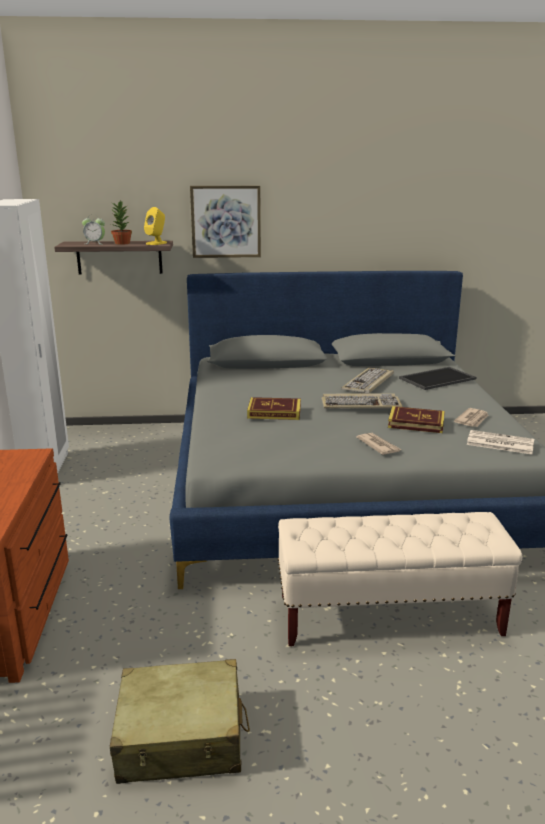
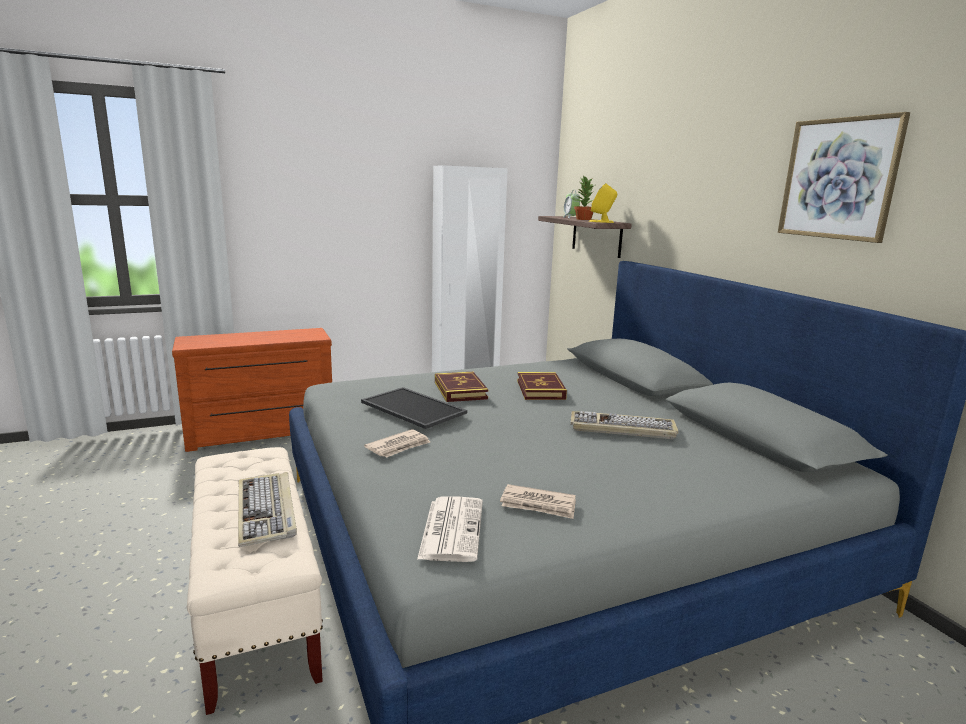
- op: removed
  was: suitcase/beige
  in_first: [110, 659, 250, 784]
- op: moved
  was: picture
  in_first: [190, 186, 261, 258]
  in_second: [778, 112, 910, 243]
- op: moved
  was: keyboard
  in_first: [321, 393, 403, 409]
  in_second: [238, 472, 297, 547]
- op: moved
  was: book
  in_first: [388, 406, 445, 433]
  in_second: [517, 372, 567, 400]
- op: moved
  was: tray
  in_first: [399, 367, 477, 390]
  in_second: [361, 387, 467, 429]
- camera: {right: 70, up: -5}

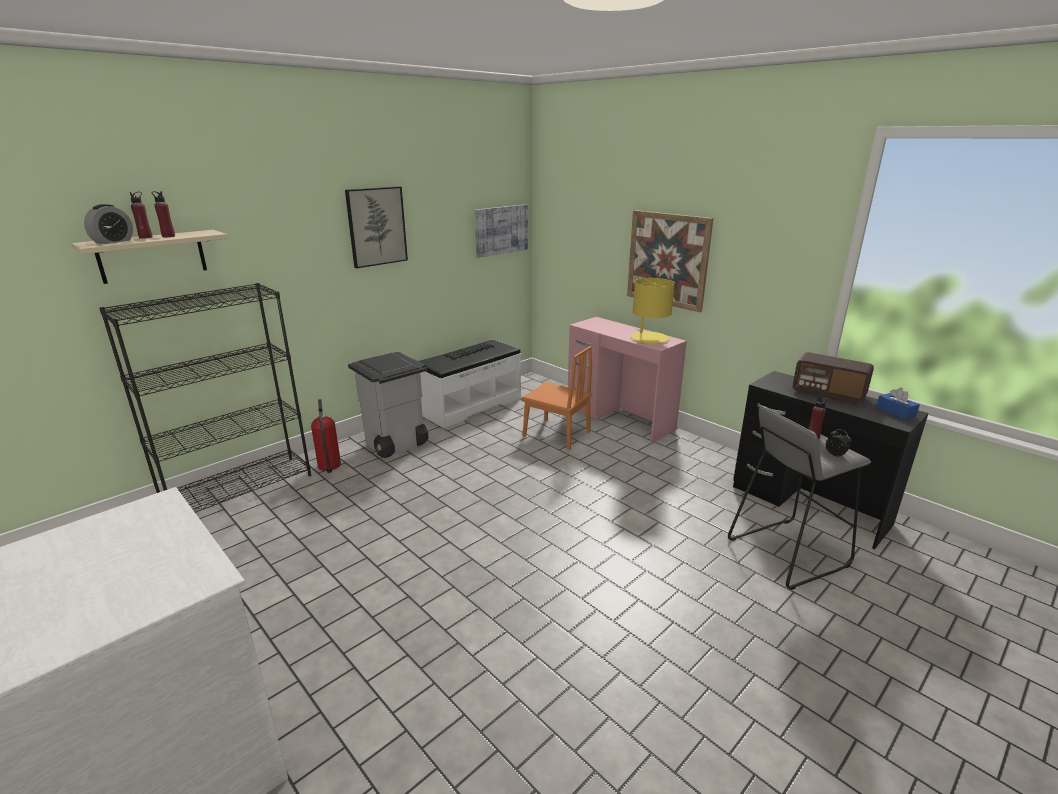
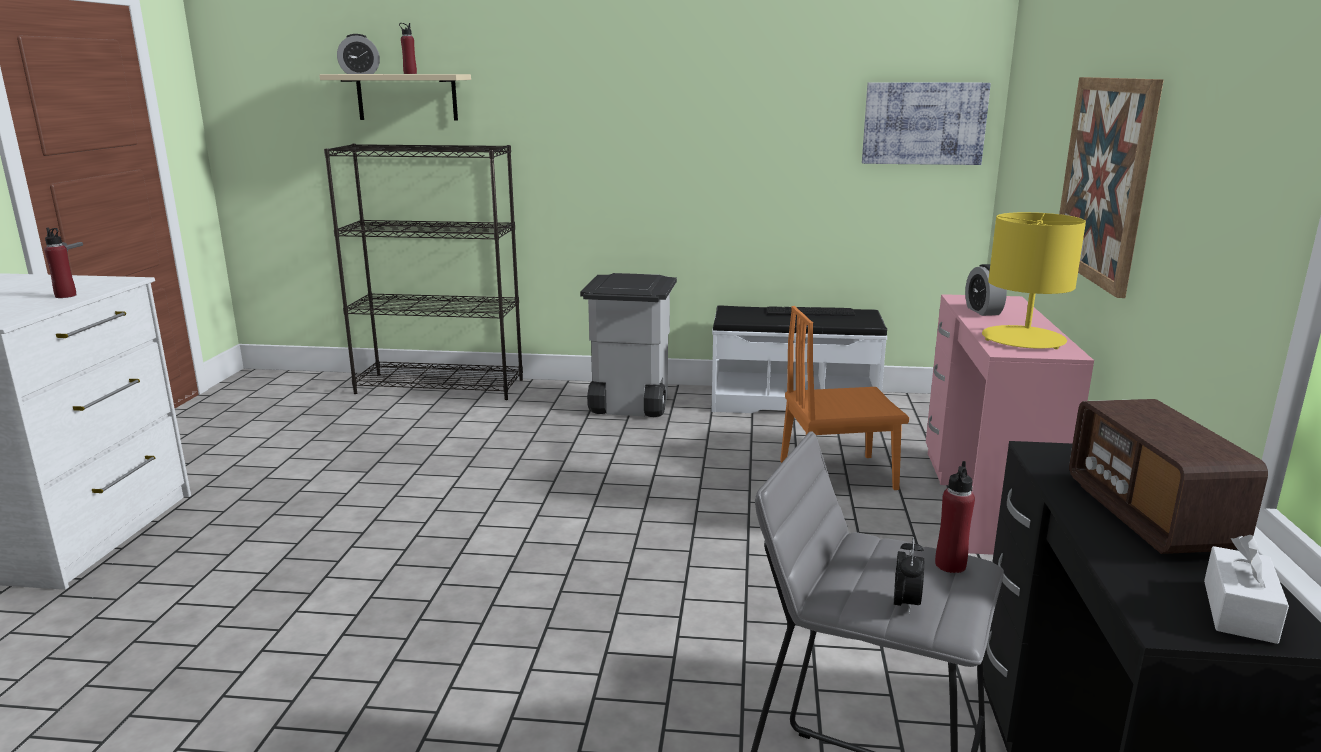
- op: moved
  was: bottle/red
  in_first: [130, 192, 152, 239]
  in_second: [44, 227, 77, 298]
- op: removed
  was: fire extinguisher
  in_first: [311, 399, 341, 473]
- op: removed
  was: picture
  in_first: [345, 186, 408, 268]
- op: turned
  was: chair/orange
  in_first: [521, 346, 592, 450]
  in_second: [780, 306, 909, 490]
  clockwise: 90
- op: recoloured
  was: tissue box/blue
  now: tissue box/white
  in_first: [876, 388, 920, 420]
  in_second: [1204, 535, 1289, 644]
- op: added
  now: alarm clock
  in_second: [965, 264, 1007, 316]
- camera: {right: 50, up: -5}

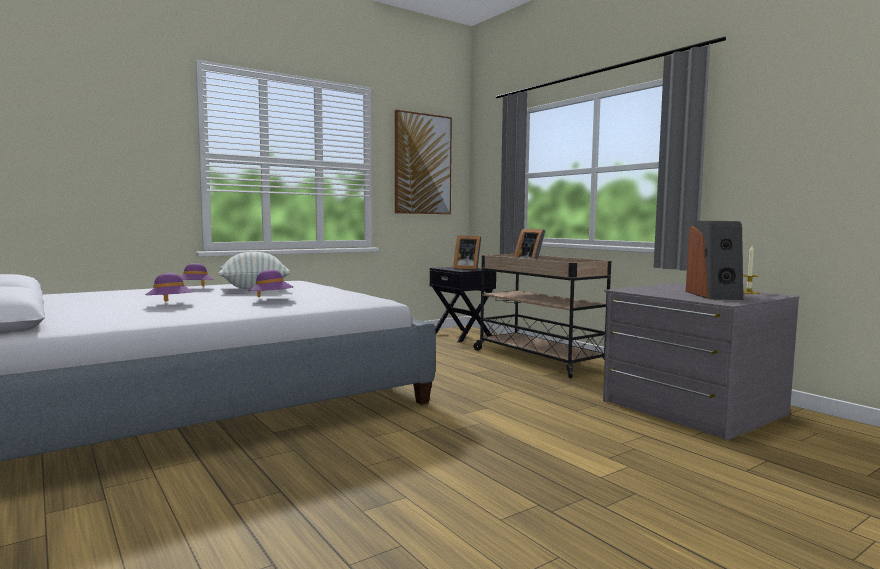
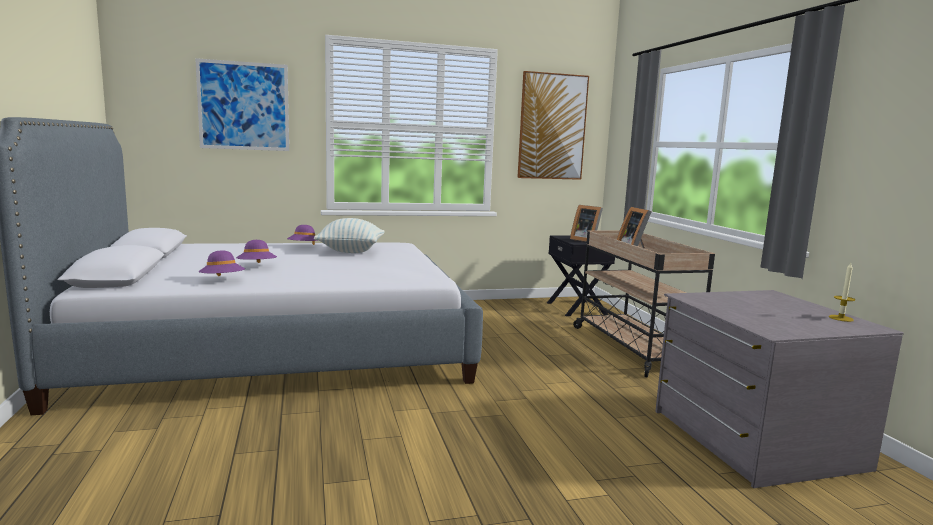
- op: moved
  was: hat/purple
  in_first: [249, 269, 294, 298]
  in_second: [199, 250, 245, 276]
- op: removed
  was: speaker
  in_first: [686, 221, 743, 300]
- op: added
  now: picture
  in_second: [195, 58, 289, 151]
- camera: {right: 20, up: 5}

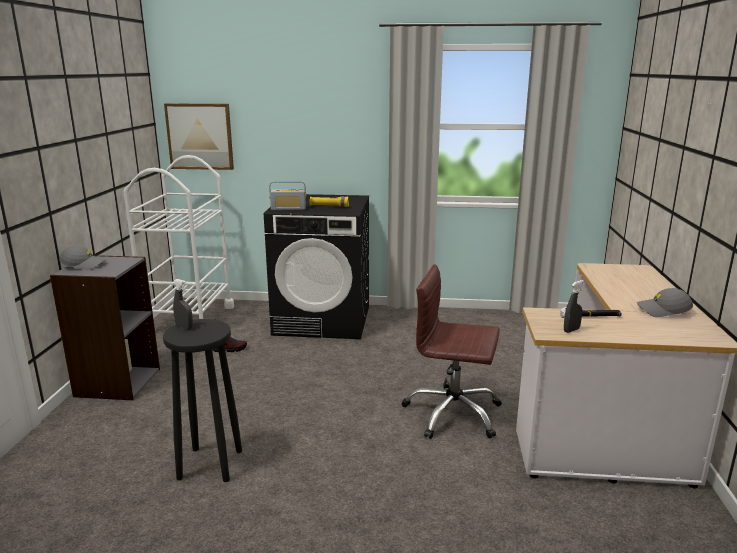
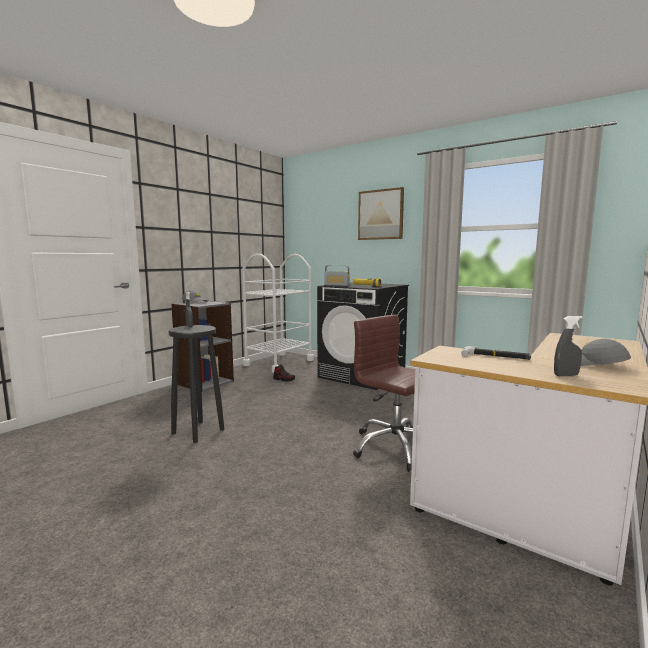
- op: moved
  was: picture
  in_first: [164, 103, 234, 170]
  in_second: [358, 187, 404, 240]
- op: moved
  was: spray bottle/grey
  in_first: [564, 280, 584, 333]
  in_second: [554, 316, 583, 376]
- camera: {right: 30, up: -10}

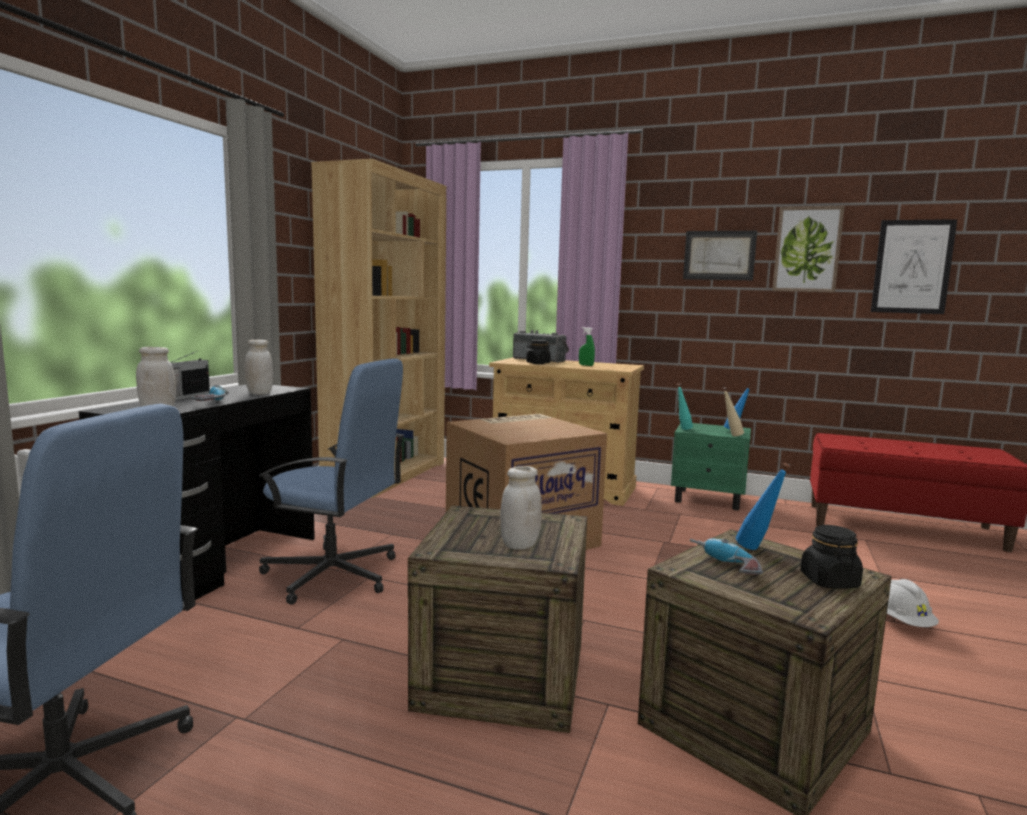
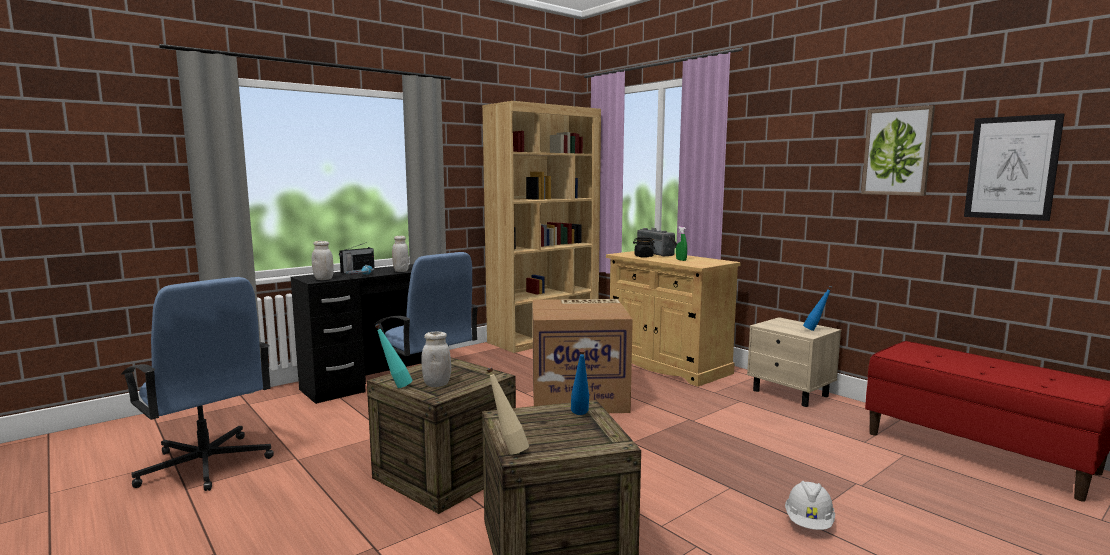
- op: recoloured
  was: nightstand/green
  now: nightstand/beige
  in_first: [671, 423, 751, 510]
  in_second: [747, 317, 841, 407]
- op: moved
  was: bottle/turquoise
  in_first: [677, 383, 693, 430]
  in_second: [375, 324, 412, 388]
- op: removed
  was: picture
  in_first: [683, 231, 757, 280]
- op: removed
  was: power drill
  in_first: [690, 538, 763, 575]
- op: moved
  was: bottle/beige
  in_first: [723, 387, 744, 436]
  in_second: [487, 368, 529, 455]
- op: removed
  was: jar/black
  in_first: [800, 525, 863, 589]
- camera: {right: 30, up: 0}

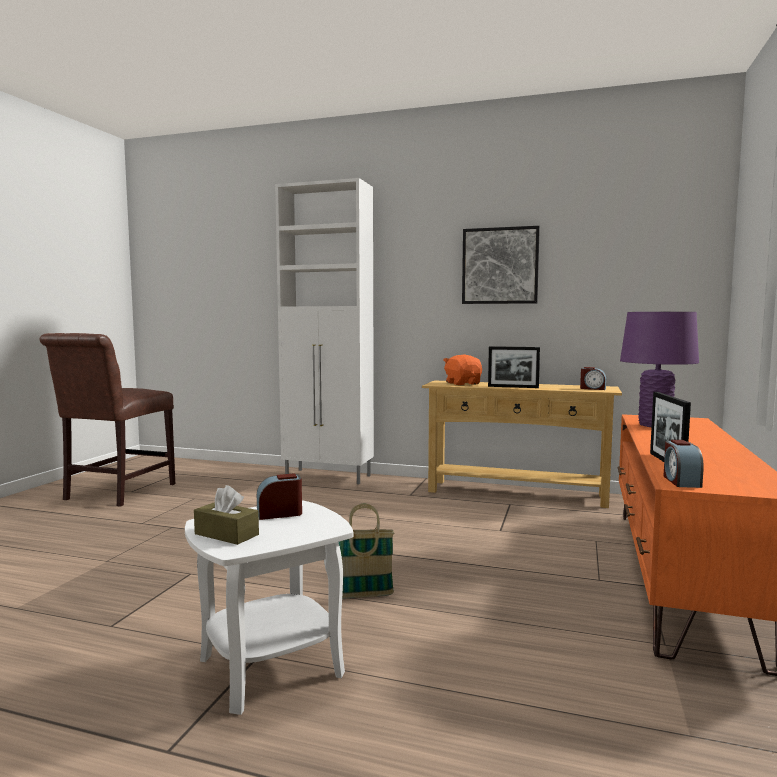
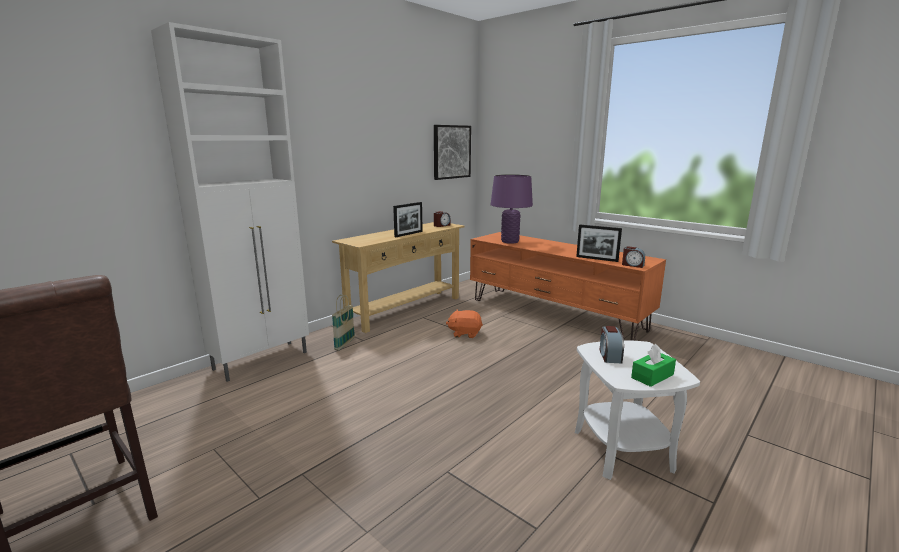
- op: recoloured
  was: tissue box/brown
  now: tissue box/green
  in_first: [194, 485, 259, 545]
  in_second: [631, 344, 676, 387]
- op: moved
  was: basket
  in_first: [339, 504, 394, 599]
  in_second: [332, 295, 355, 350]
- op: moved
  was: plush toy/orange
  in_first: [443, 355, 482, 385]
  in_second: [446, 310, 483, 338]
- op: moved
  was: picture
  in_first: [462, 226, 540, 304]
  in_second: [434, 125, 471, 180]
- camera: {right: -65, up: 10}

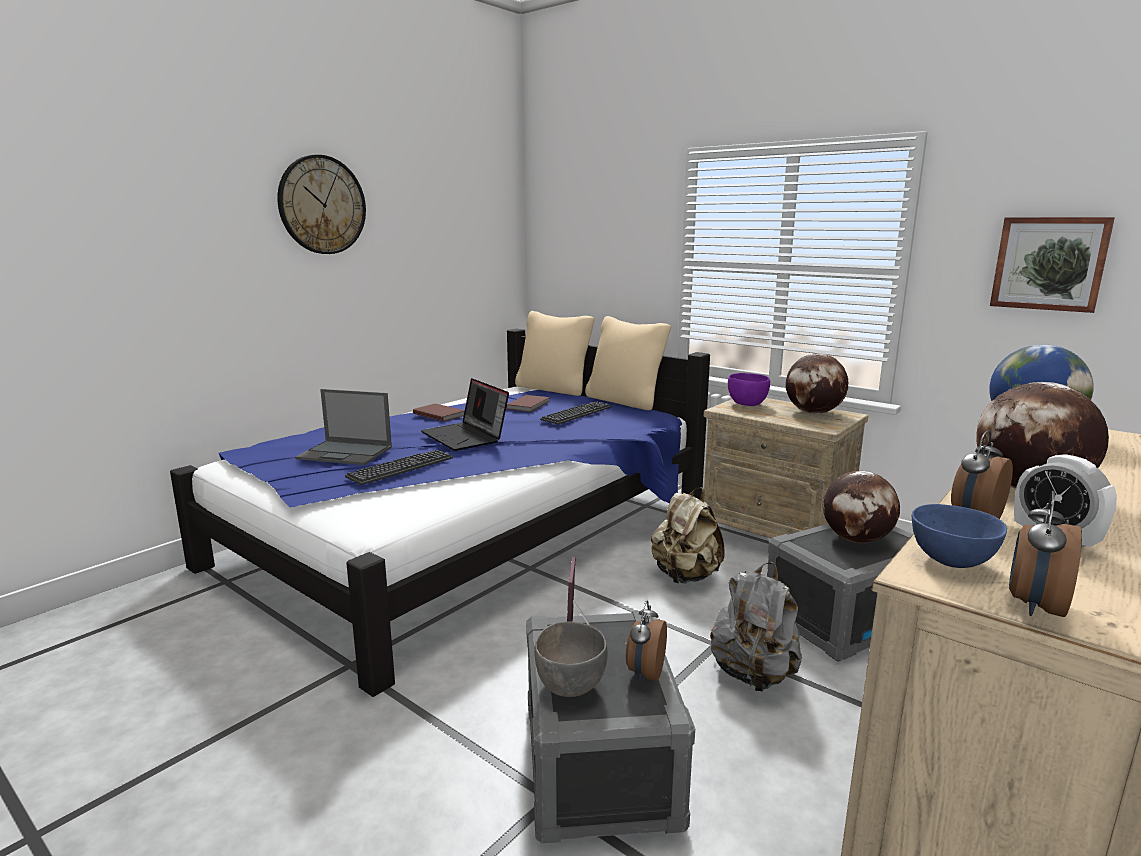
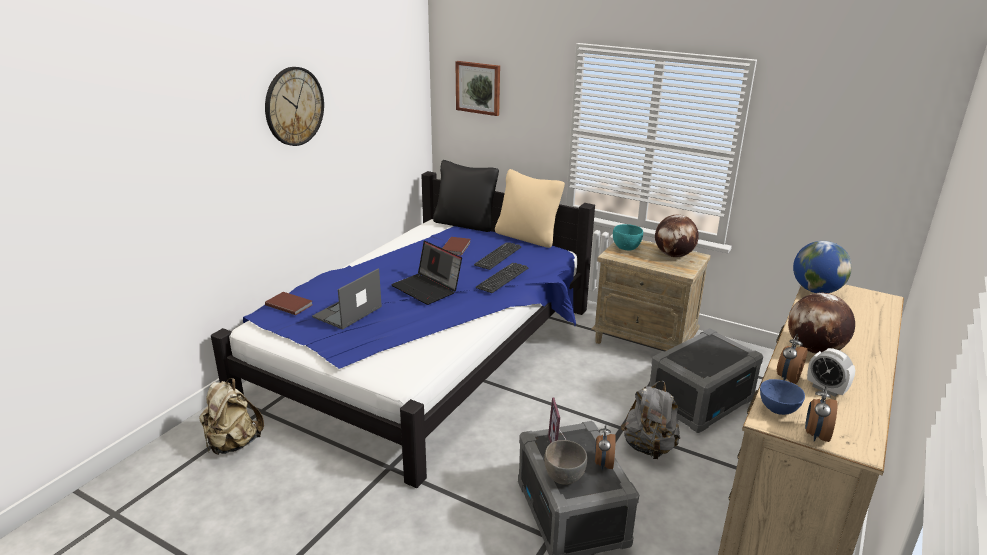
- op: turned
  was: laptop
  in_first: [295, 389, 392, 465]
  in_second: [312, 268, 382, 330]
  clockwise: 120
- op: moved
  was: keyboard
  in_first: [345, 450, 453, 485]
  in_second: [476, 263, 529, 293]
- op: moved
  was: book/brown
  in_first: [413, 403, 465, 422]
  in_second: [265, 292, 313, 315]
- op: recoloured
  was: pillow/beige
  now: pillow/black
  in_first: [515, 311, 595, 396]
  in_second: [433, 160, 499, 232]
- op: moved
  was: backpack/beige
  in_first: [651, 487, 725, 584]
  in_second: [199, 378, 264, 455]
- op: recoloured
  was: bowl/purple
  now: bowl/turquoise
  in_first: [728, 373, 770, 406]
  in_second: [613, 224, 643, 251]
- op: removed
  was: globe
  in_first: [823, 471, 900, 543]
- op: moved
  was: picture
  in_first: [990, 217, 1115, 313]
  in_second: [455, 61, 500, 116]
- camera: {right: -10, up: 10}

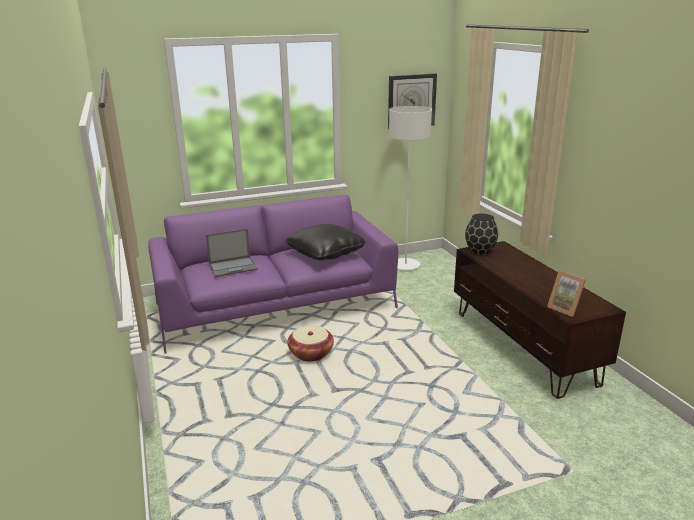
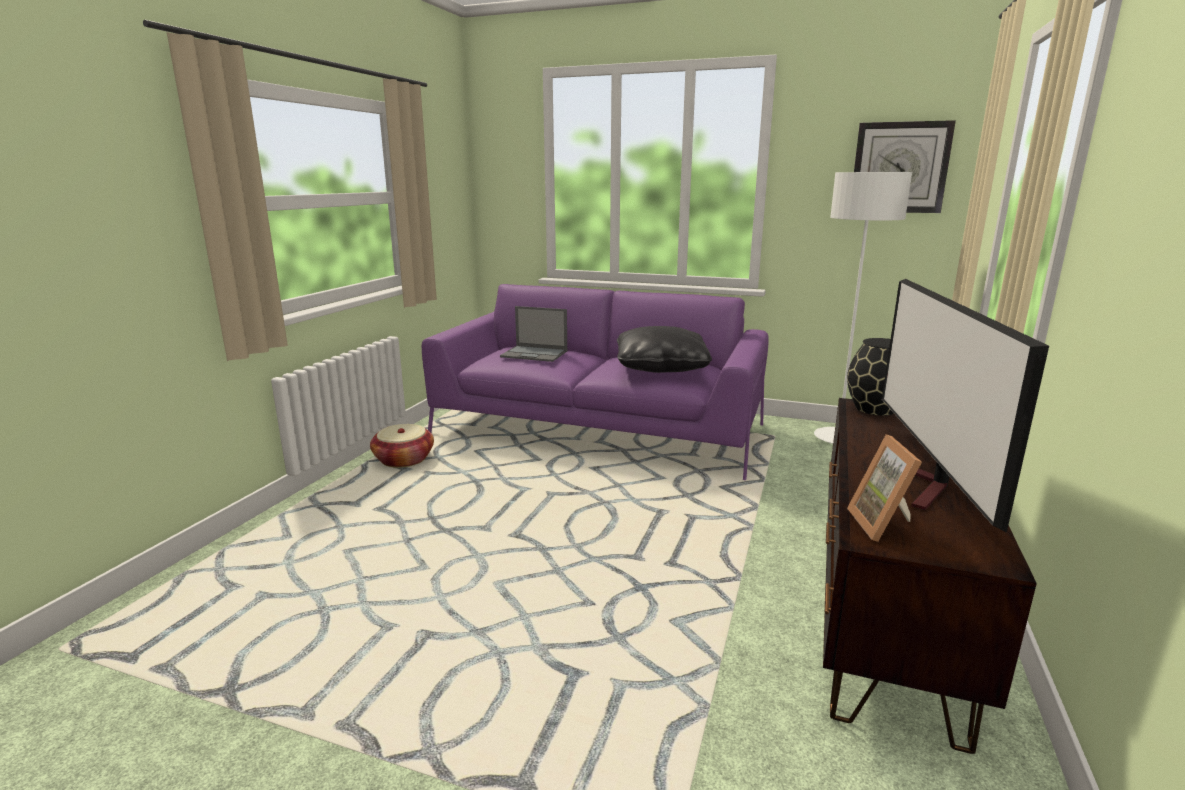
- op: moved
  was: basket
  in_first: [287, 325, 334, 362]
  in_second: [370, 424, 434, 468]
- op: added
  now: television
  in_second: [882, 279, 1049, 533]
- camera: {right: 40, up: -5}

